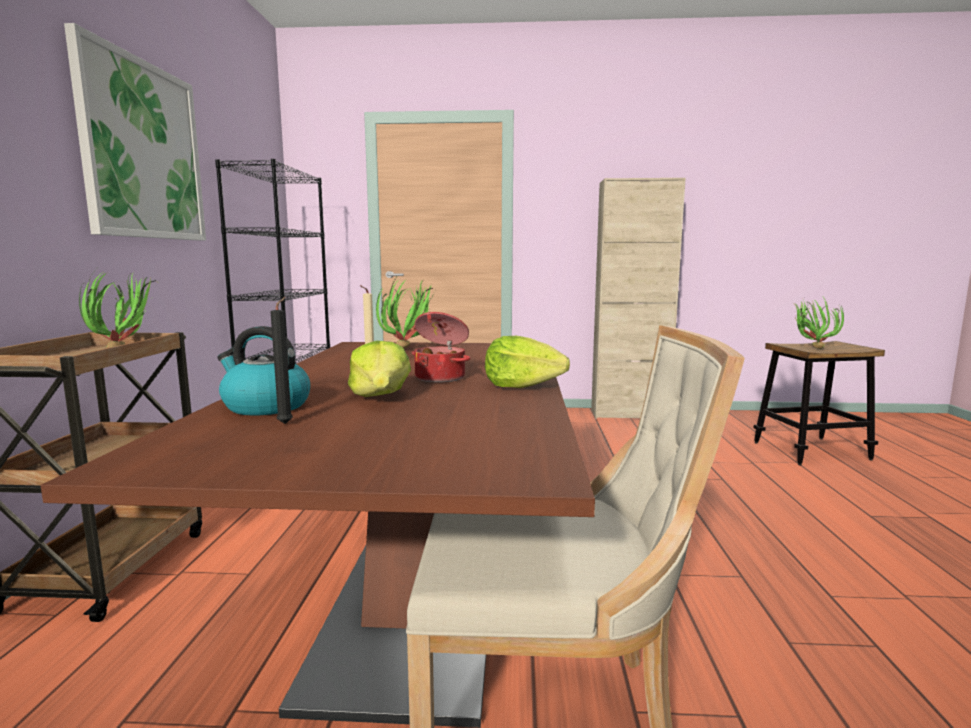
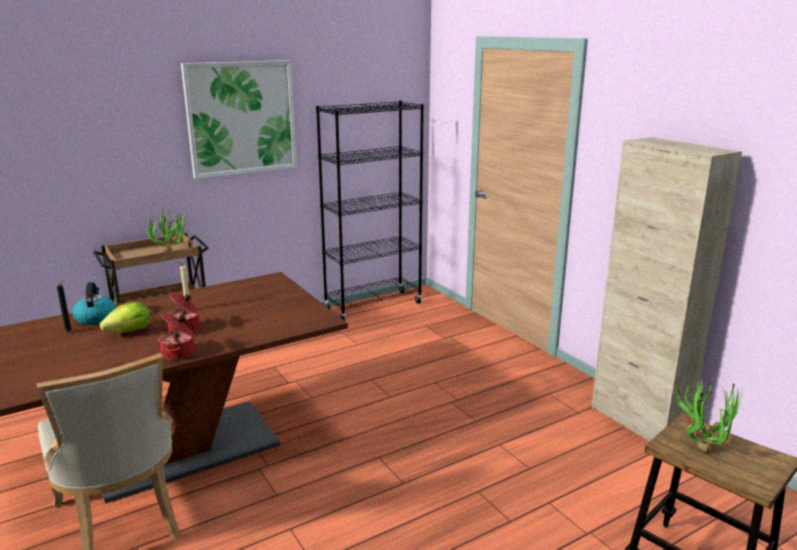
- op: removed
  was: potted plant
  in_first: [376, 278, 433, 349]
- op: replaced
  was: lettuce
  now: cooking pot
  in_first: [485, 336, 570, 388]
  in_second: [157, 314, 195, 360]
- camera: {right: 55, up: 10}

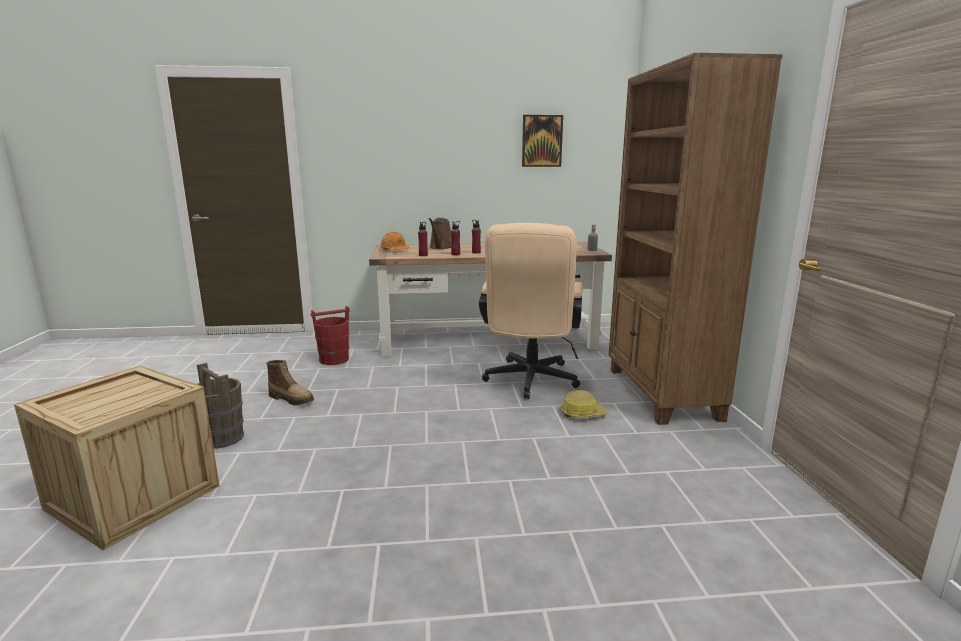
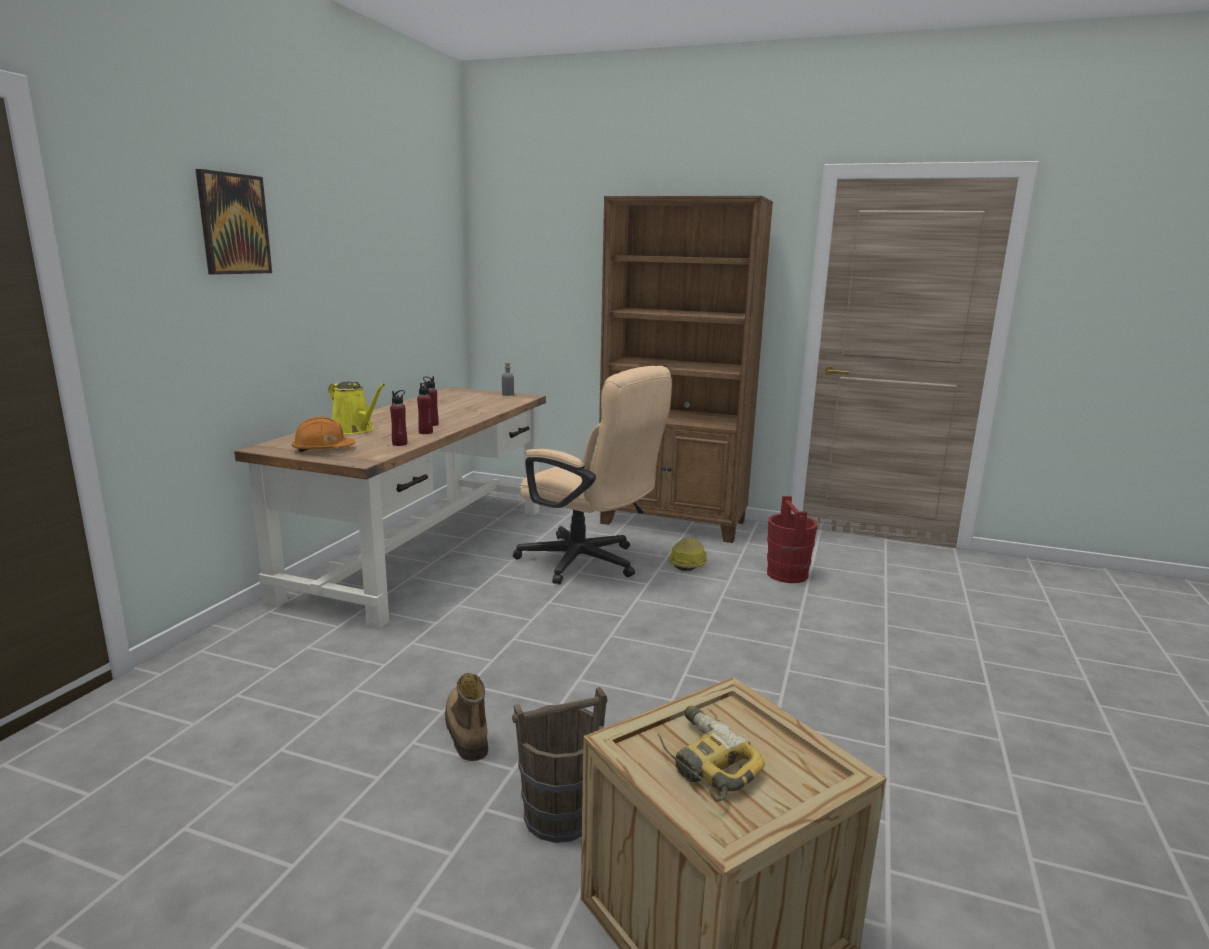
- op: turned
  was: boot
  in_first: [266, 360, 314, 405]
  in_second: [445, 673, 488, 761]
  clockwise: -75
- op: moved
  was: bucket/red
  in_first: [311, 306, 350, 365]
  in_second: [767, 496, 818, 583]
- op: recoloured
  was: watering can/brown
  now: watering can/yellow
  in_first: [429, 218, 452, 249]
  in_second: [328, 381, 386, 434]
- op: moved
  was: picture
  in_first: [522, 115, 563, 167]
  in_second: [196, 169, 272, 275]
- op: added
  now: power drill
  in_second: [657, 706, 765, 802]
- camera: {right: -65, up: 0}

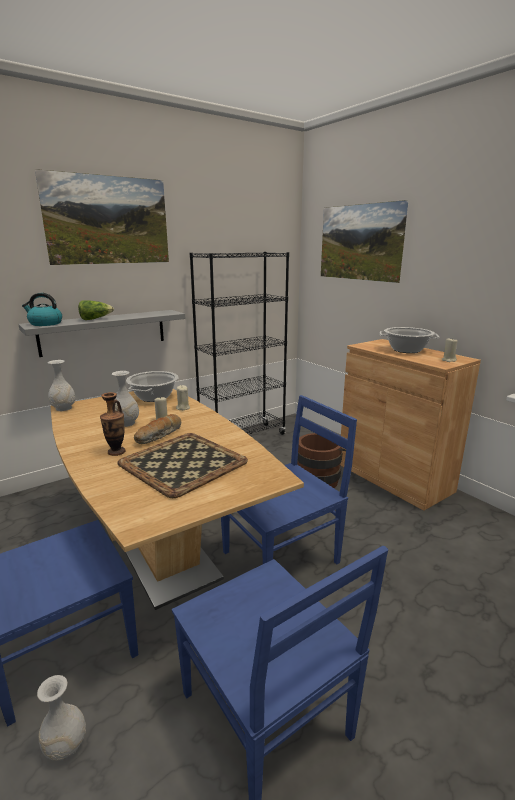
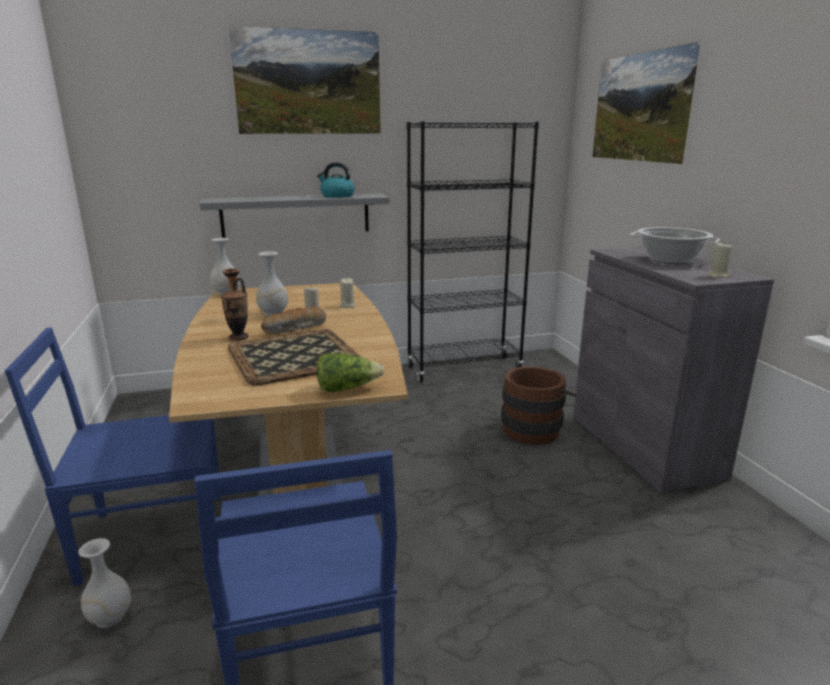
- op: moved
  was: kettle
  in_first: [22, 293, 62, 326]
  in_second: [317, 162, 355, 198]
- op: moved
  was: lettuce
  in_first: [78, 301, 114, 320]
  in_second: [317, 353, 384, 392]
- op: removed
  was: cooking pot
  in_first: [126, 371, 179, 402]
- op: removed
  was: chair/blue
  in_first: [221, 395, 357, 564]
- op: recoloured
  was: cabinet/brown
  now: cabinet/grey
  in_first: [340, 339, 481, 511]
  in_second: [573, 246, 774, 493]
- camera: {right: 20, up: 0}

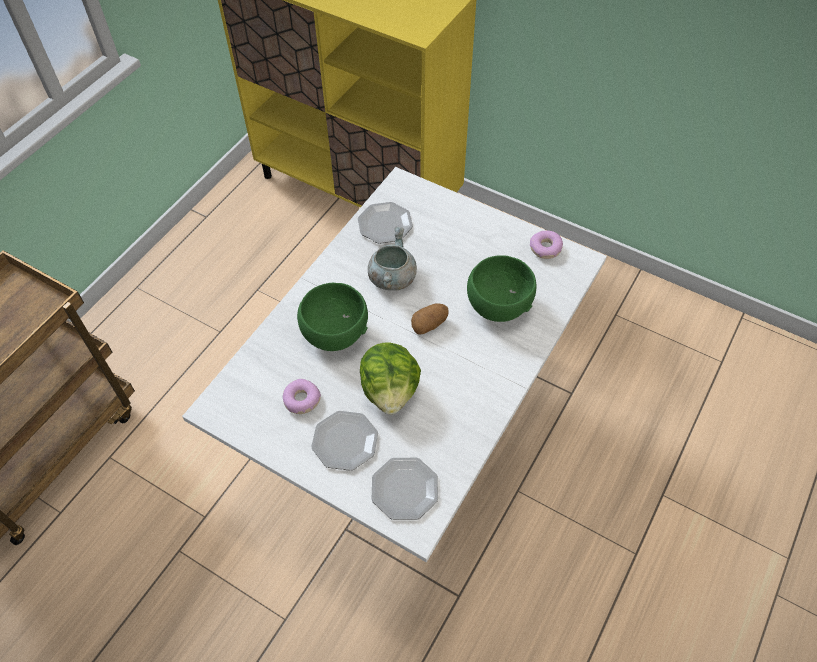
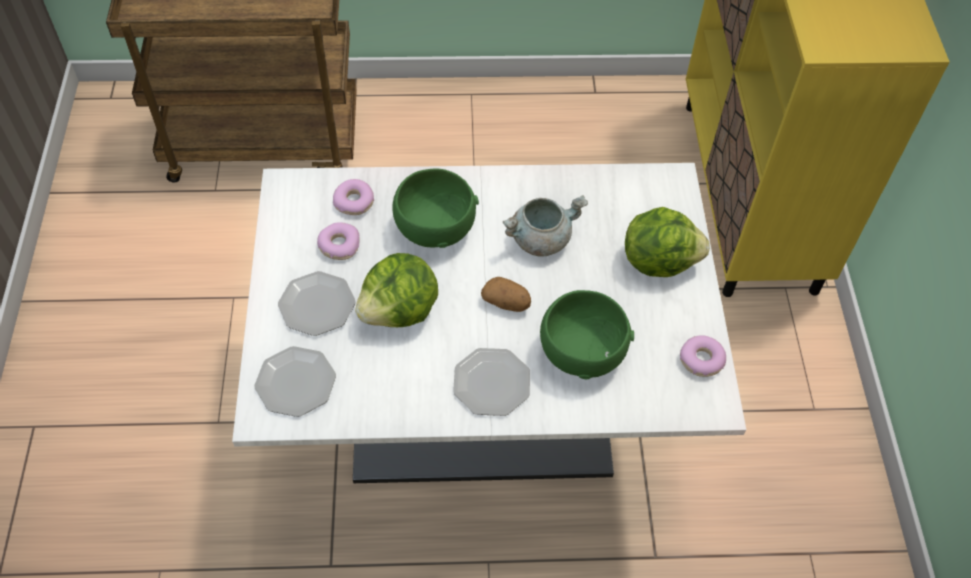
- op: moved
  was: plate
  in_first: [358, 202, 413, 244]
  in_second: [453, 348, 530, 416]
- op: added
  now: donut
  in_second: [333, 179, 374, 215]
- op: added
  now: lettuce
  in_second: [625, 207, 710, 277]
- camera: {right: 55, up: 0}

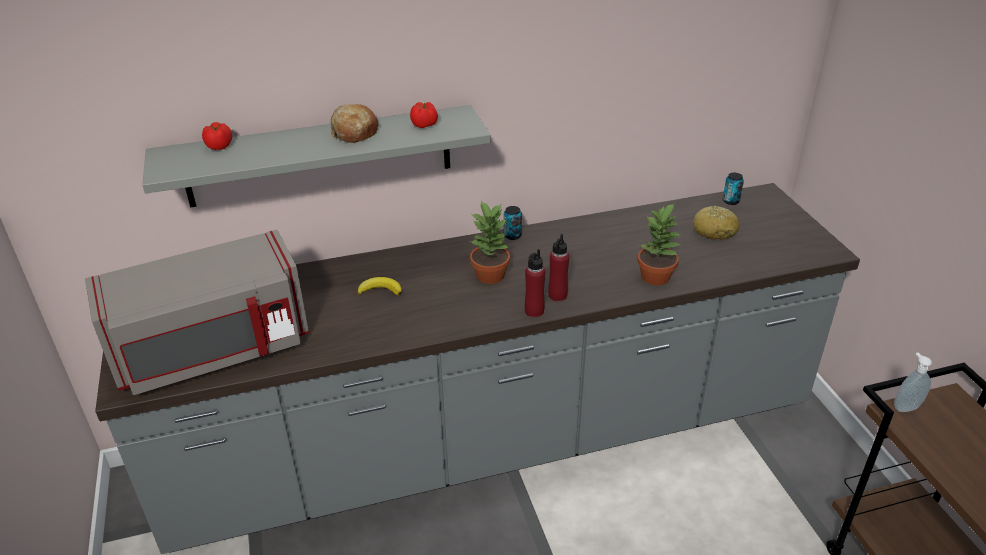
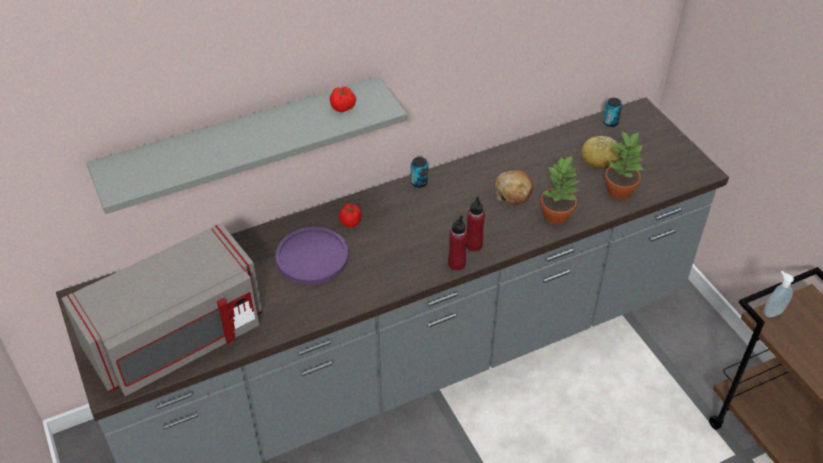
- op: moved
  was: tomato
  in_first: [202, 122, 232, 150]
  in_second: [339, 204, 362, 227]
- op: moved
  was: bread
  in_first: [330, 104, 378, 143]
  in_second: [494, 170, 533, 205]
- op: replaced
  was: banana
  now: plate/purple
  in_first: [357, 277, 402, 295]
  in_second: [276, 227, 348, 285]
- op: moved
  was: potted plant
  in_first: [470, 201, 510, 284]
  in_second: [605, 132, 643, 200]
- camera: {right: -10, up: 10}

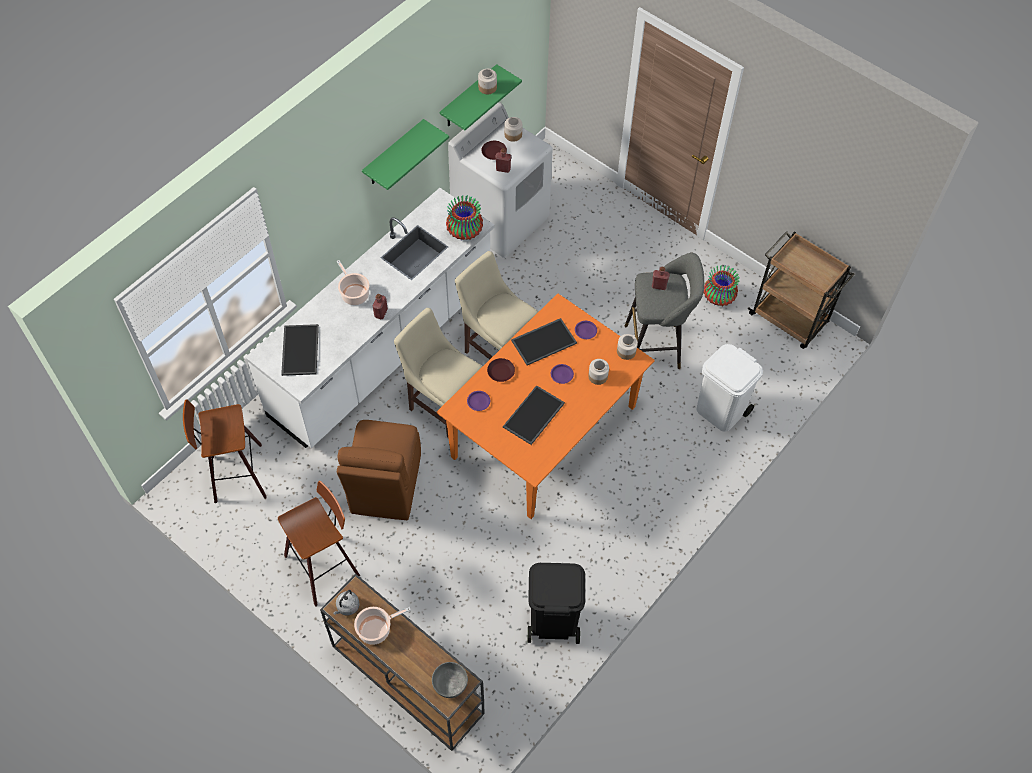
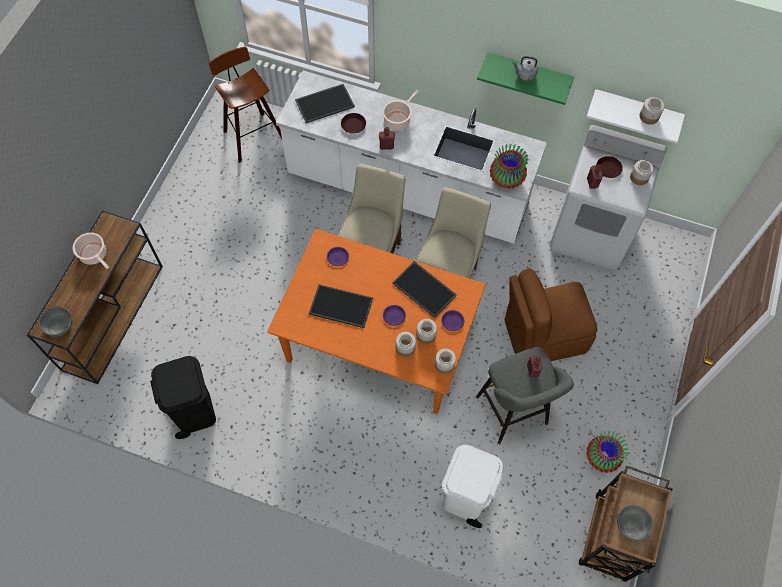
- op: removed
  was: stool
  in_first: [278, 481, 360, 607]
- op: moved
  was: kettle/grey
  in_first: [333, 590, 360, 616]
  in_second: [512, 56, 538, 81]
- op: moved
  was: chair/brown
  in_first: [337, 420, 421, 520]
  in_second: [505, 268, 598, 361]
- op: recoloured
  was: shelf/green
  now: shelf/white
  in_first: [440, 64, 522, 130]
  in_second: [586, 89, 685, 144]
- op: moved
  was: plate/brown
  in_first: [487, 358, 515, 382]
  in_second: [341, 113, 366, 133]
- op: added
  now: jar
  in_second: [416, 319, 437, 344]
- op: added
  now: bowl/grey
  in_second: [617, 505, 653, 541]
- camera: {right: 70, up: 5}

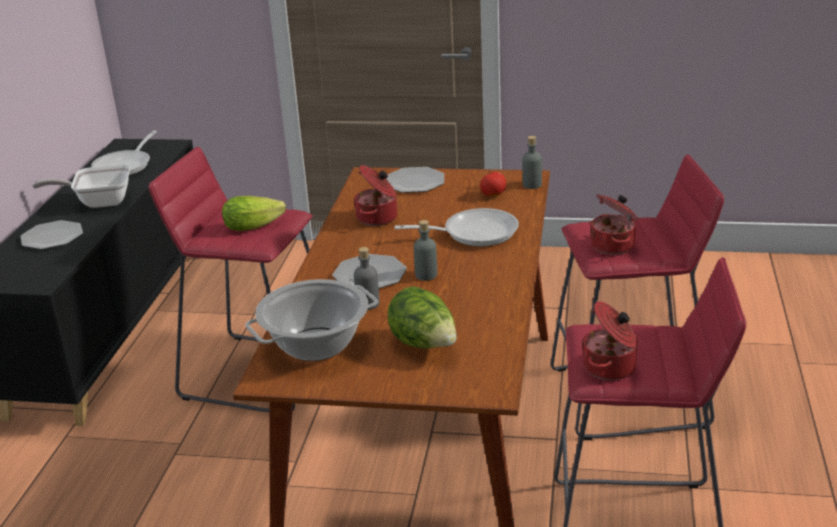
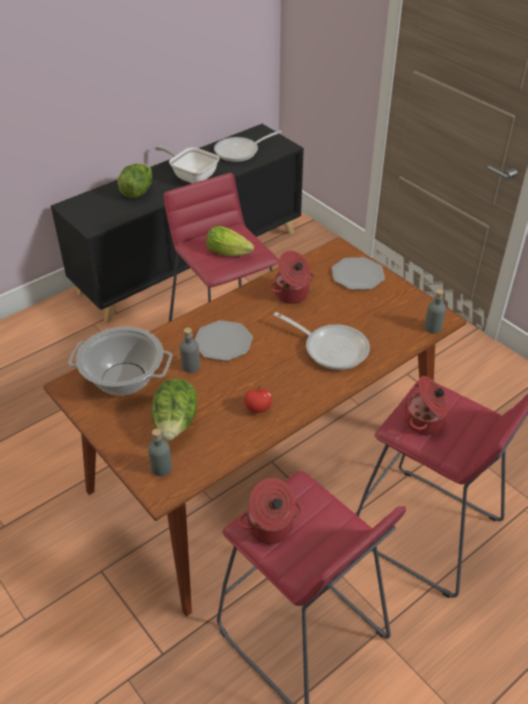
- op: replaced
  was: plate
  now: lettuce
  in_first: [21, 220, 83, 250]
  in_second: [117, 164, 153, 198]
- op: moved
  was: bottle/grey
  in_first: [414, 220, 437, 281]
  in_second: [148, 428, 172, 476]
- op: moved
  was: apple
  in_first: [480, 169, 506, 197]
  in_second: [244, 386, 272, 413]
- camera: {right: 40, up: 15}

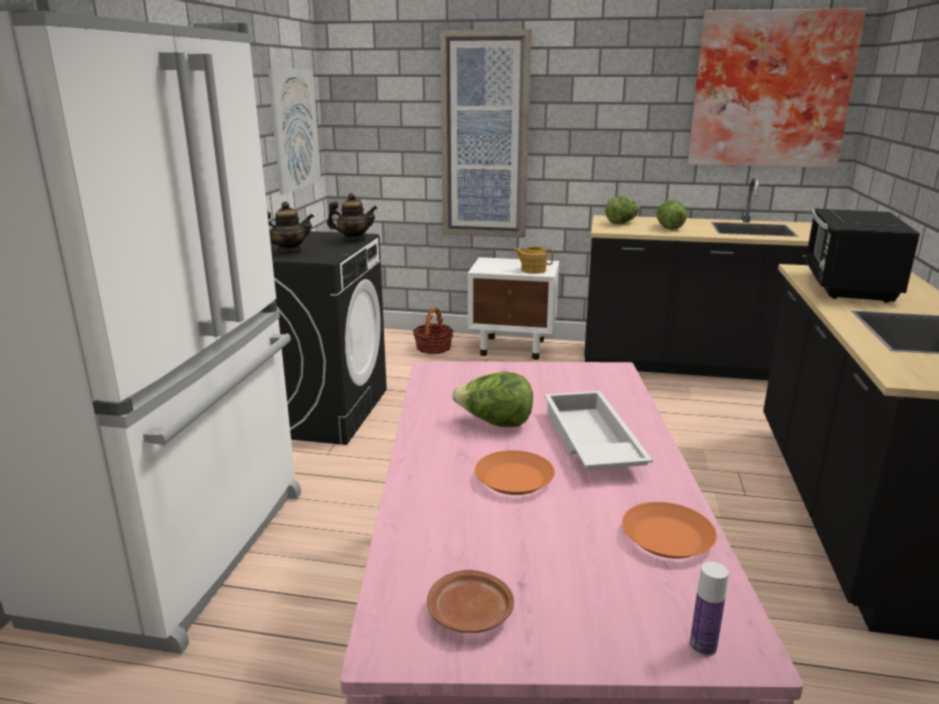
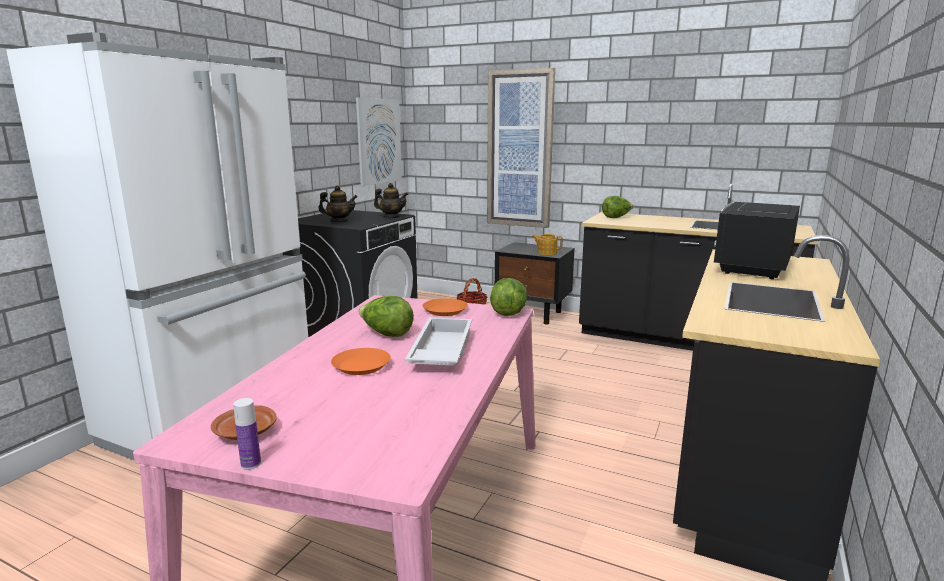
- op: recoloured
  was: nightstand/white
  now: nightstand/black
  in_first: [468, 257, 559, 360]
  in_second: [495, 242, 575, 324]
- op: moved
  was: plate/orange
  in_first: [622, 502, 717, 559]
  in_second: [422, 298, 468, 316]
- op: moved
  was: lettuce
  in_first: [657, 200, 687, 230]
  in_second: [490, 278, 527, 316]
- op: removed
  was: picture
  in_first: [688, 8, 866, 168]
- op: moved
  was: bottle
  in_first: [690, 562, 729, 657]
  in_second: [233, 398, 261, 470]
- camera: {right: 15, up: -5}

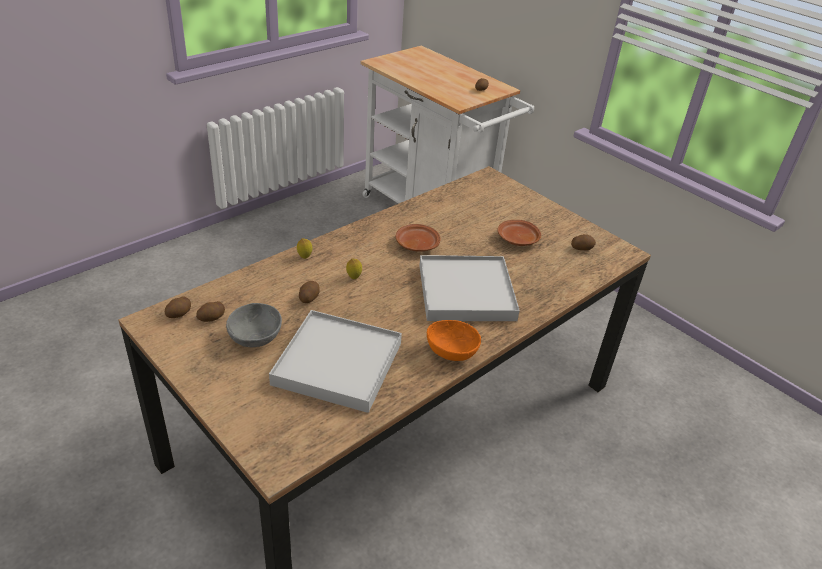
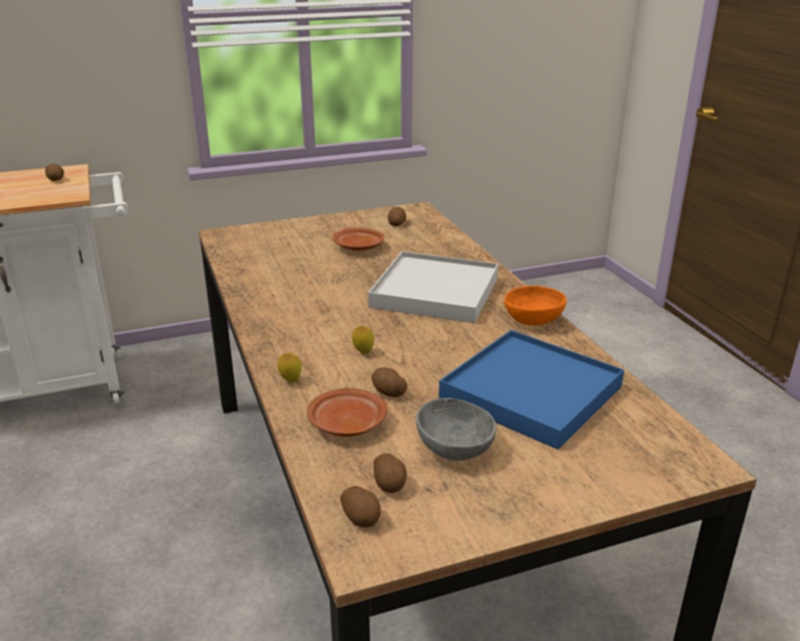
- op: recoloured
  was: tray/white
  now: tray/blue
  in_first: [269, 310, 402, 413]
  in_second: [439, 330, 624, 449]
- op: moved
  was: plate/brown
  in_first: [396, 224, 441, 252]
  in_second: [307, 388, 387, 437]
- camera: {right: -65, up: -10}

